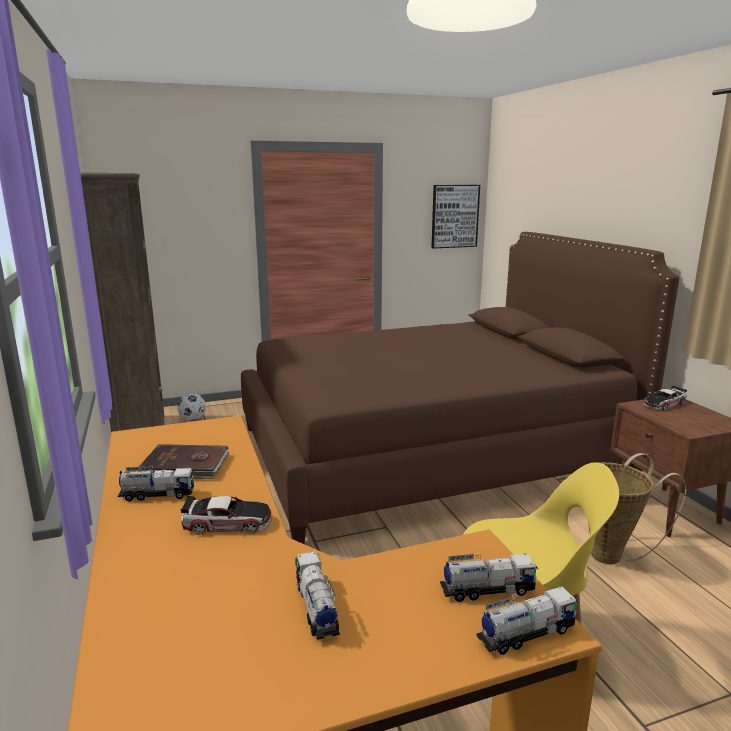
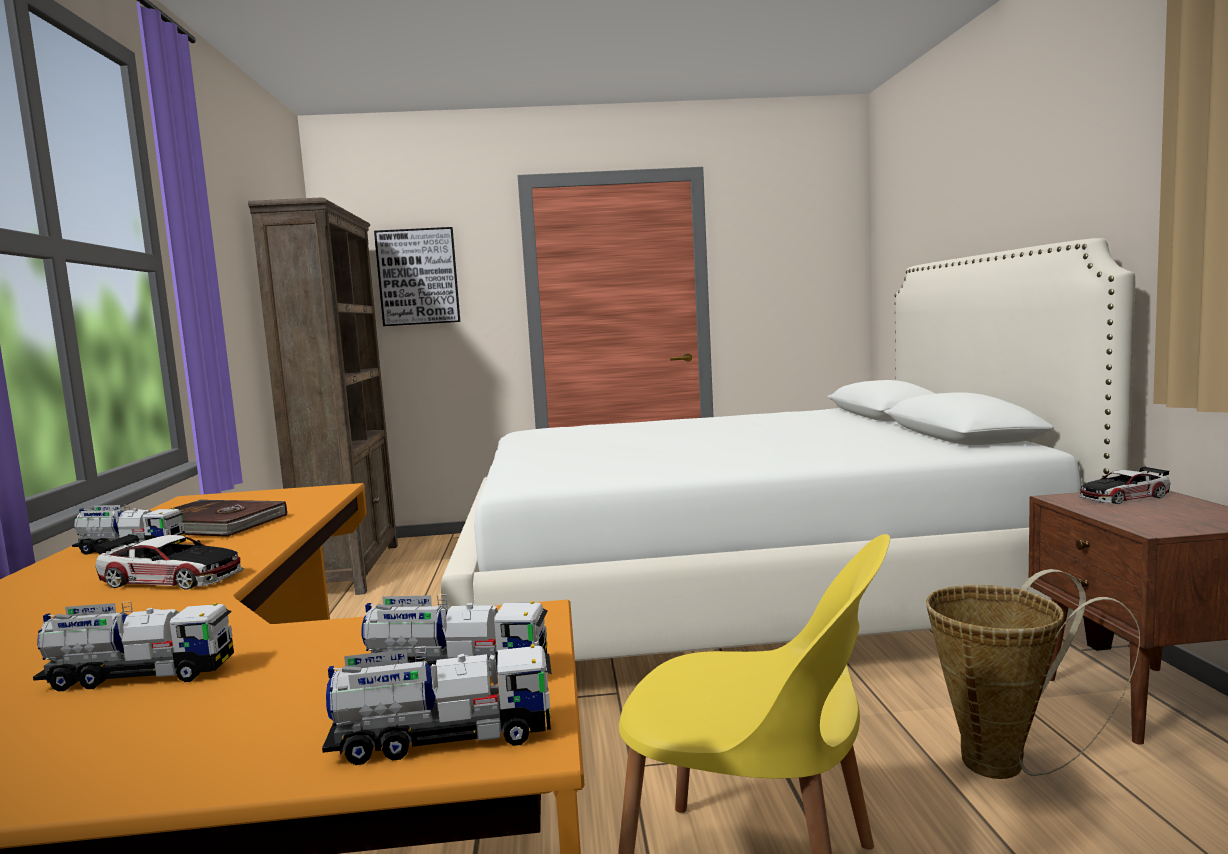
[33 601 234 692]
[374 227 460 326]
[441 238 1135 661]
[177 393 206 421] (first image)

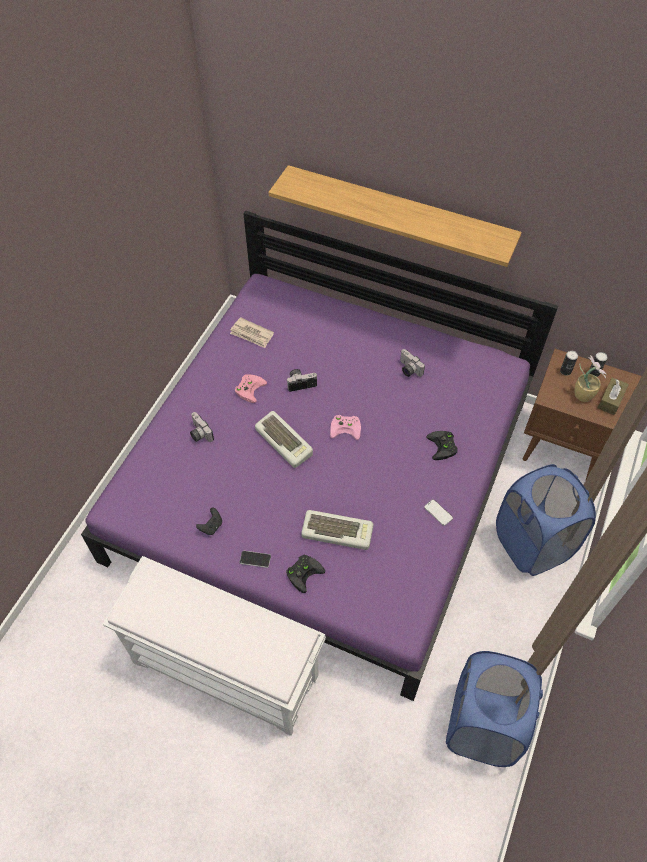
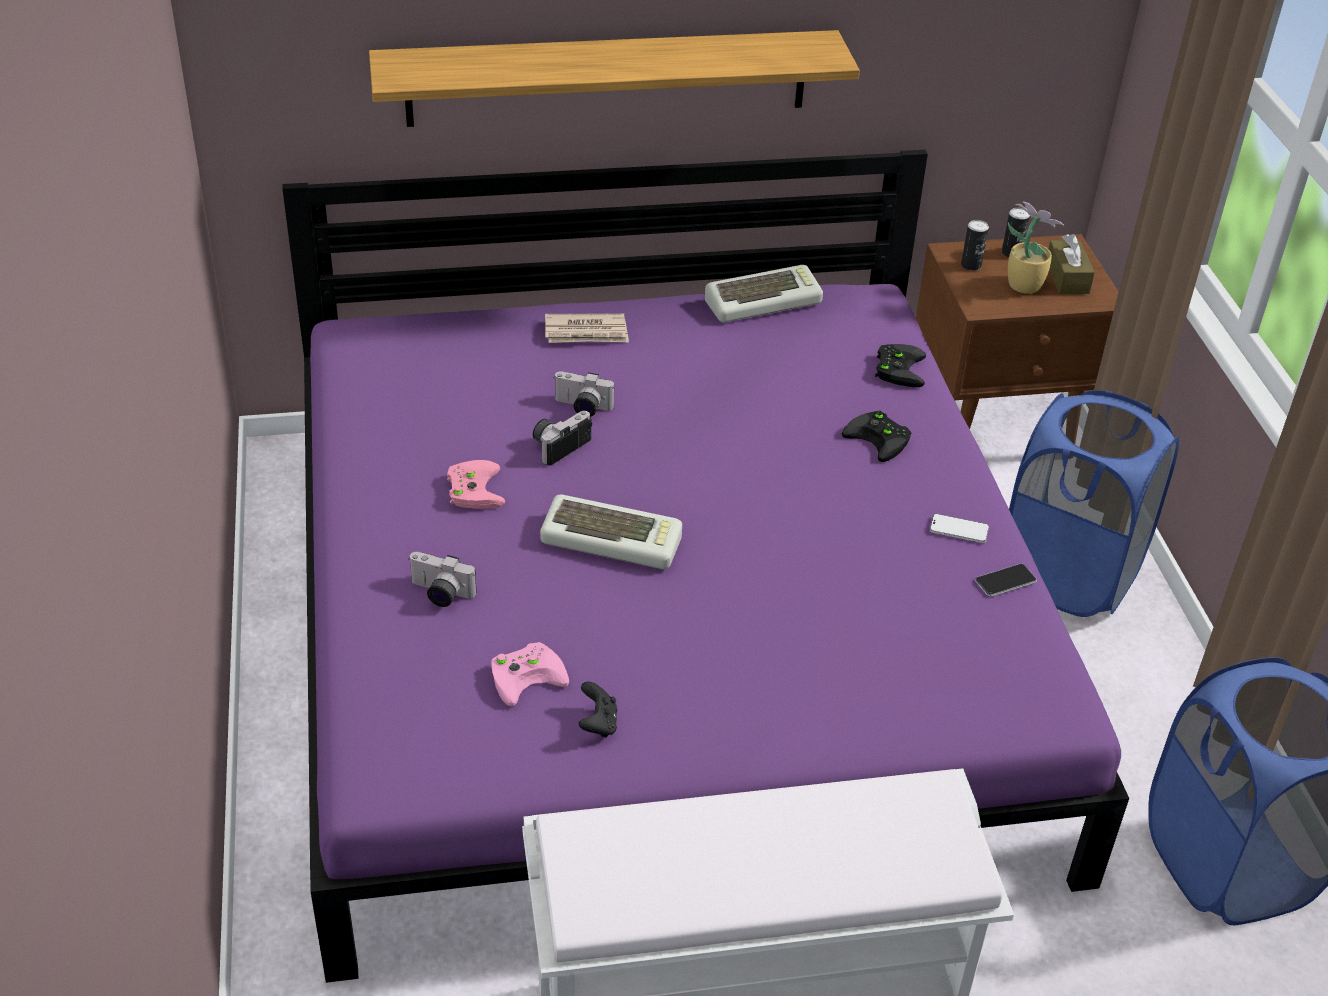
[492 642 569 707]
[545 313 629 343]
[553 371 614 417]
[705 265 823 323]
[875 344 926 387]
[975 564 1037 597]

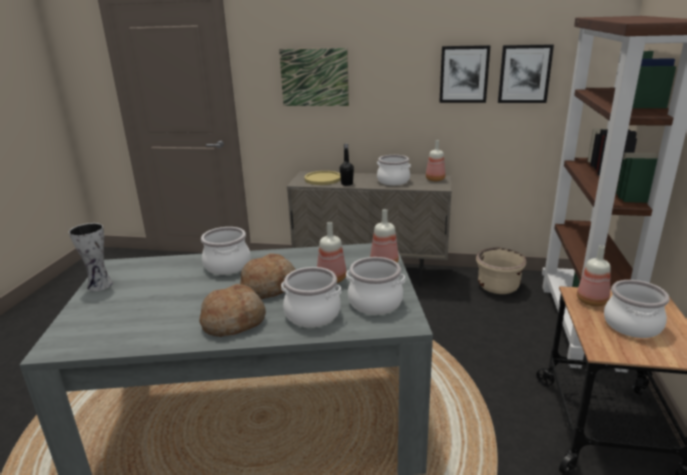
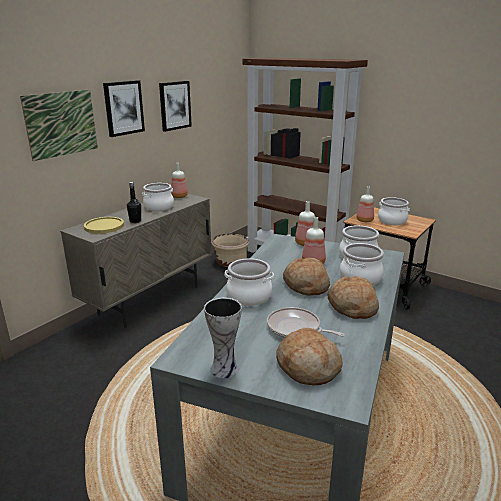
[103 80 145 137]
[267 307 345 338]
[276 328 343 385]

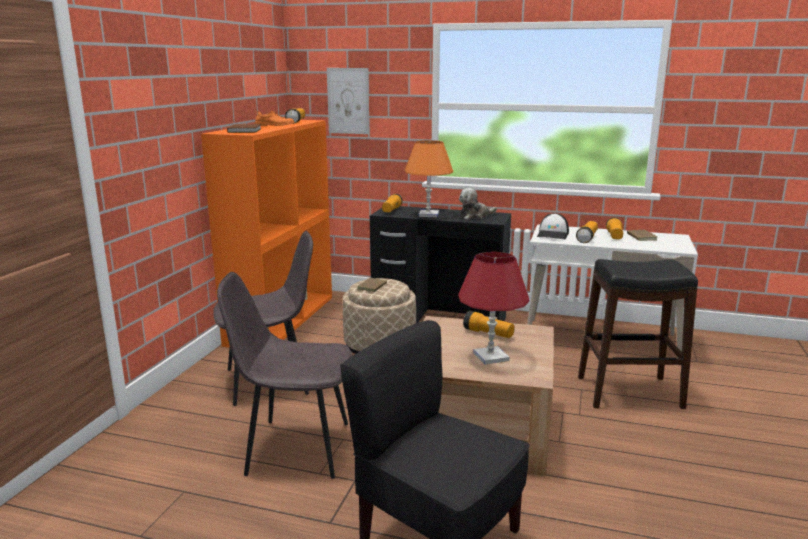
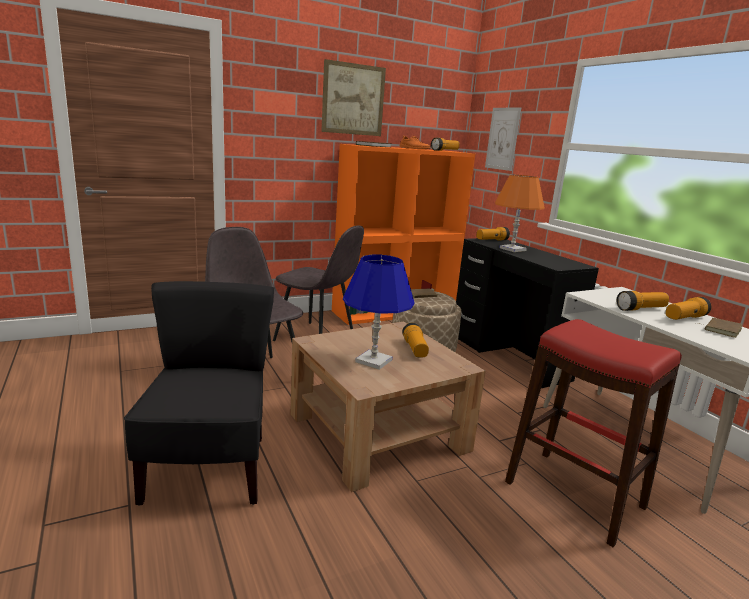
[321 59 386 136]
[343 255 414 370]
[505 319 682 547]
[459 188 497 220] (first image)
[537 213 569 239] (first image)

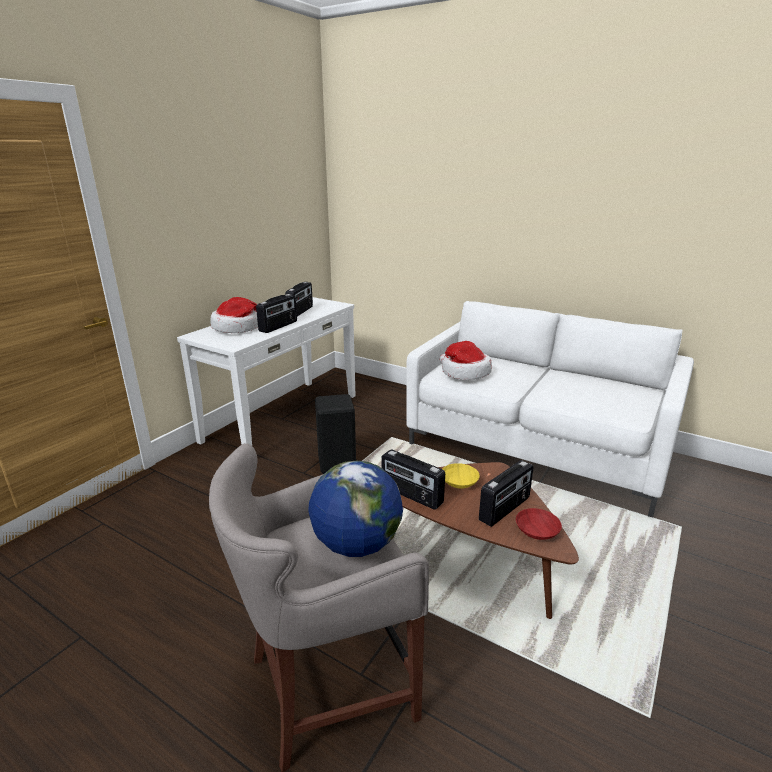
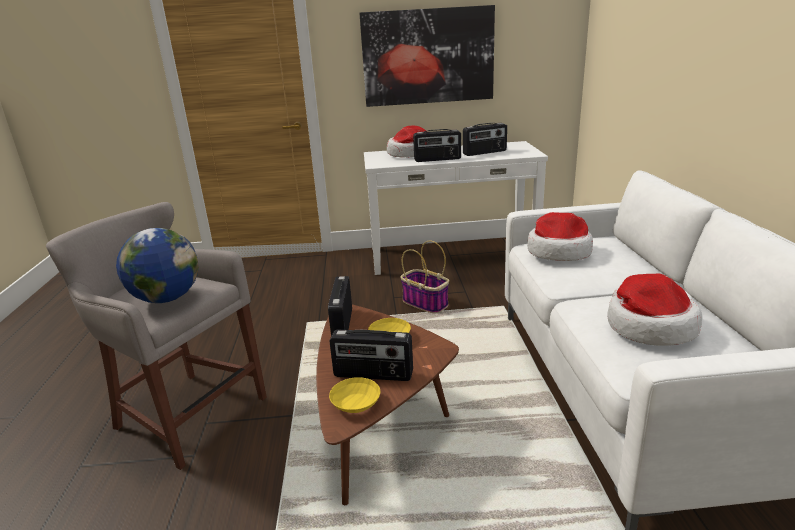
[329 377 380 413]
[359 5 495 107]
[400 240 449 313]
[607 274 702 346]

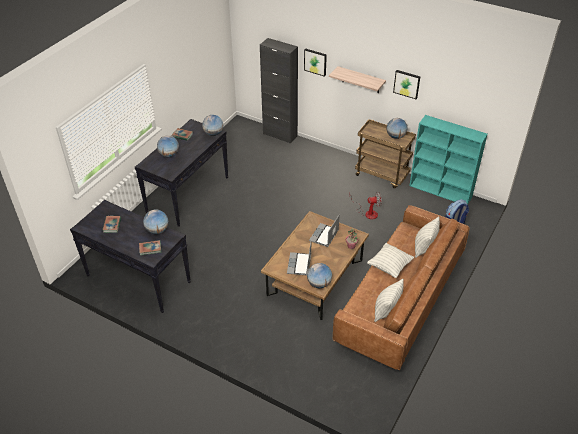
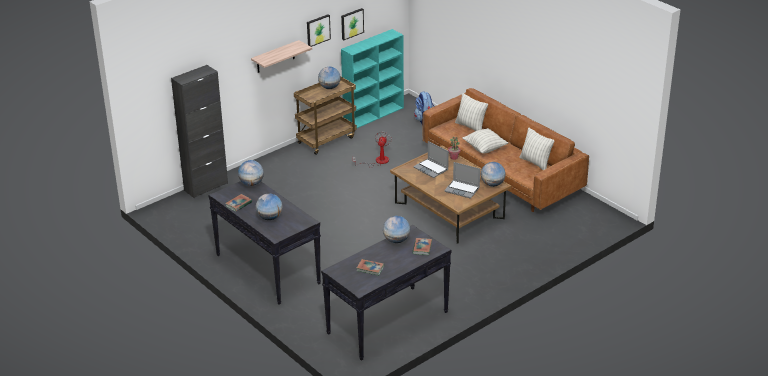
[341 8 364 40]

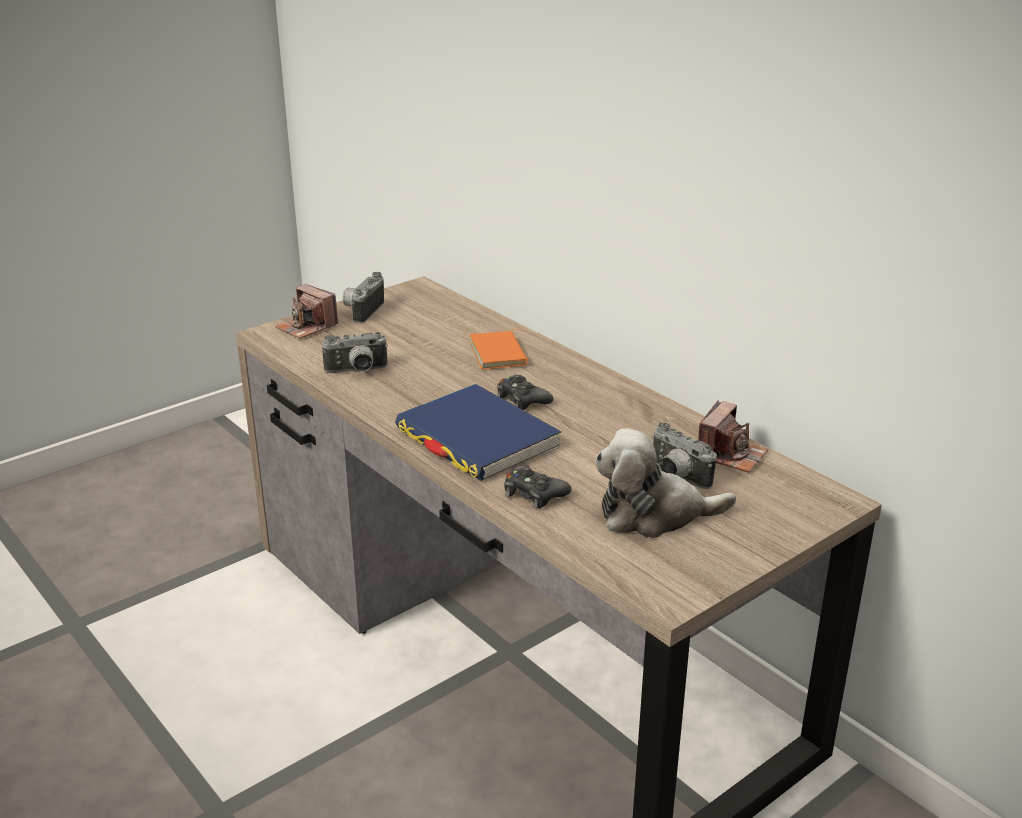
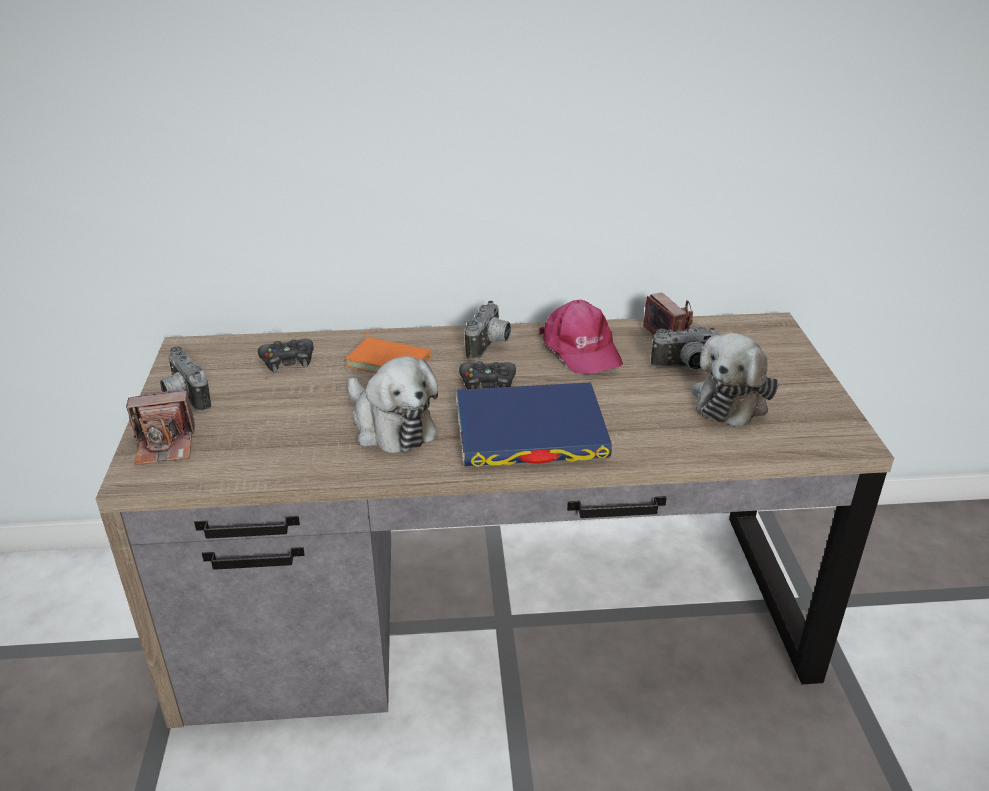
[258 339 314 372]
[348 356 438 453]
[465 301 511 360]
[539 300 623 374]

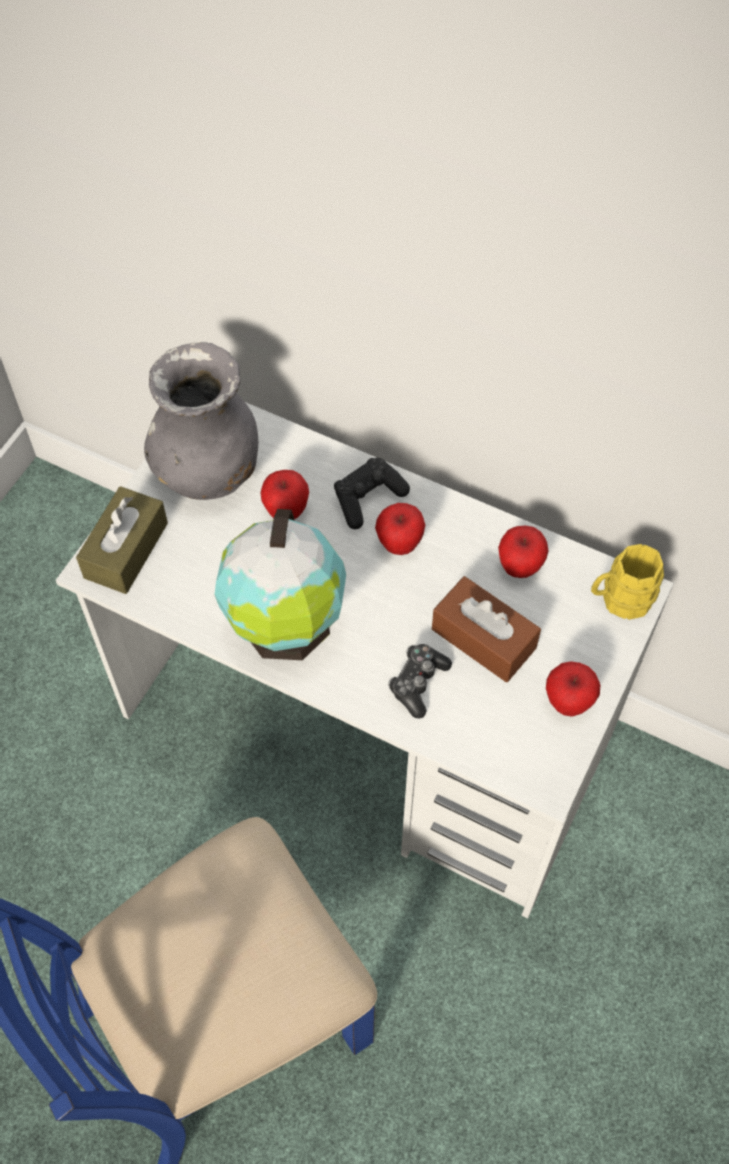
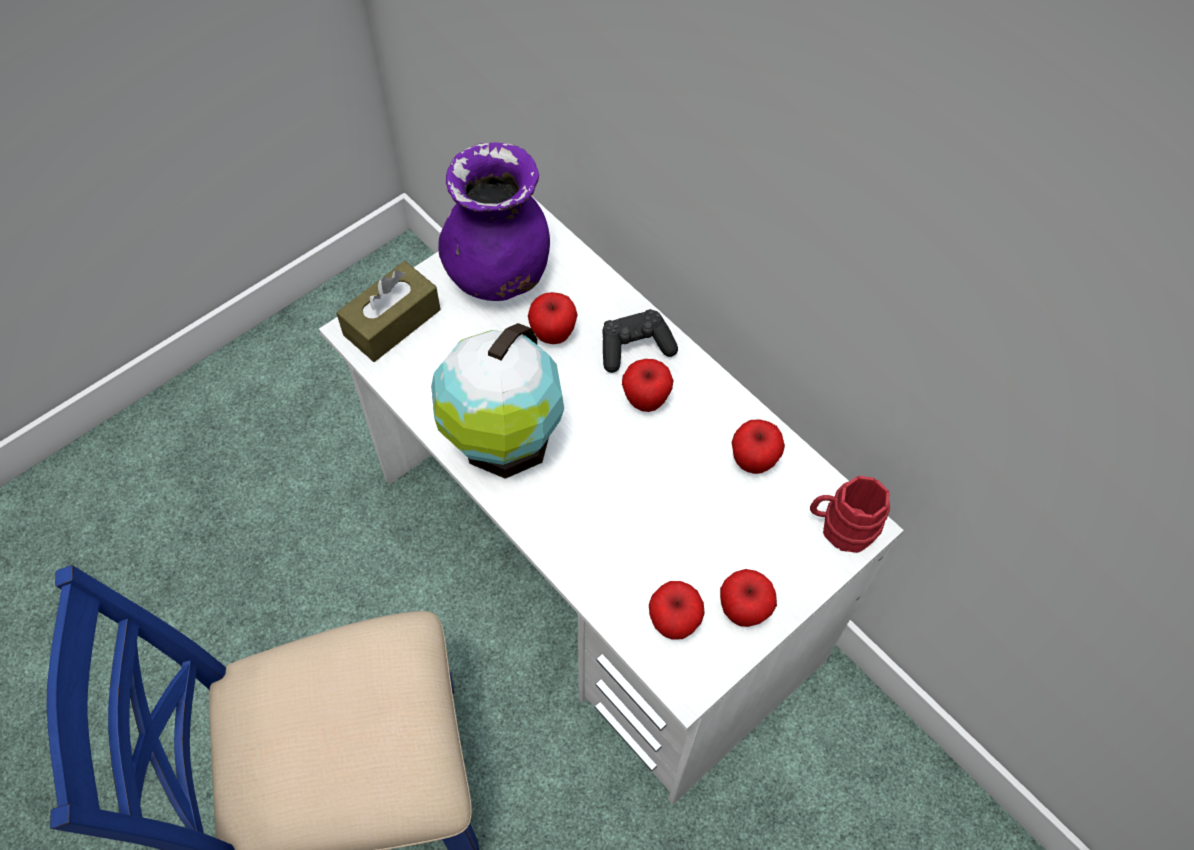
[438 142 550 301]
[649 581 705 640]
[810 476 890 553]
[388 644 452 718] (first image)
[432 576 541 682] (first image)

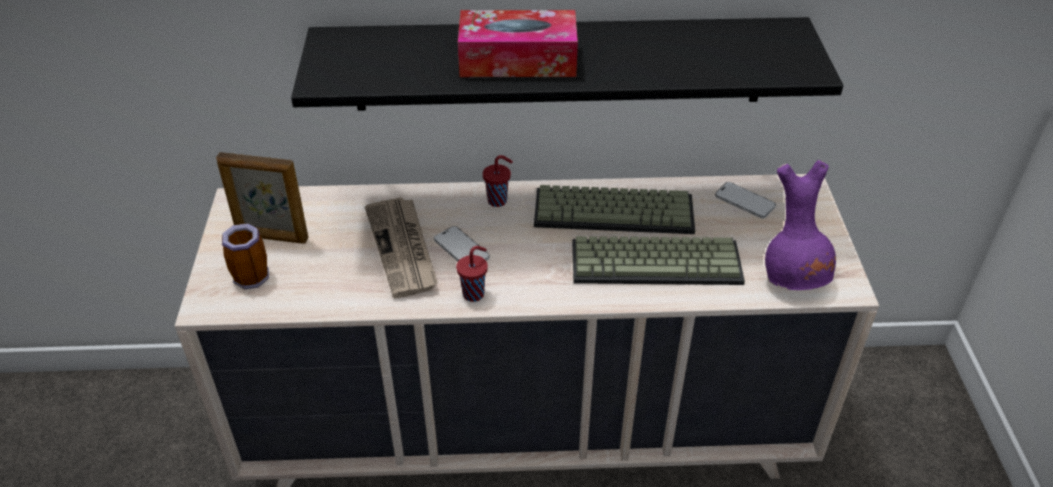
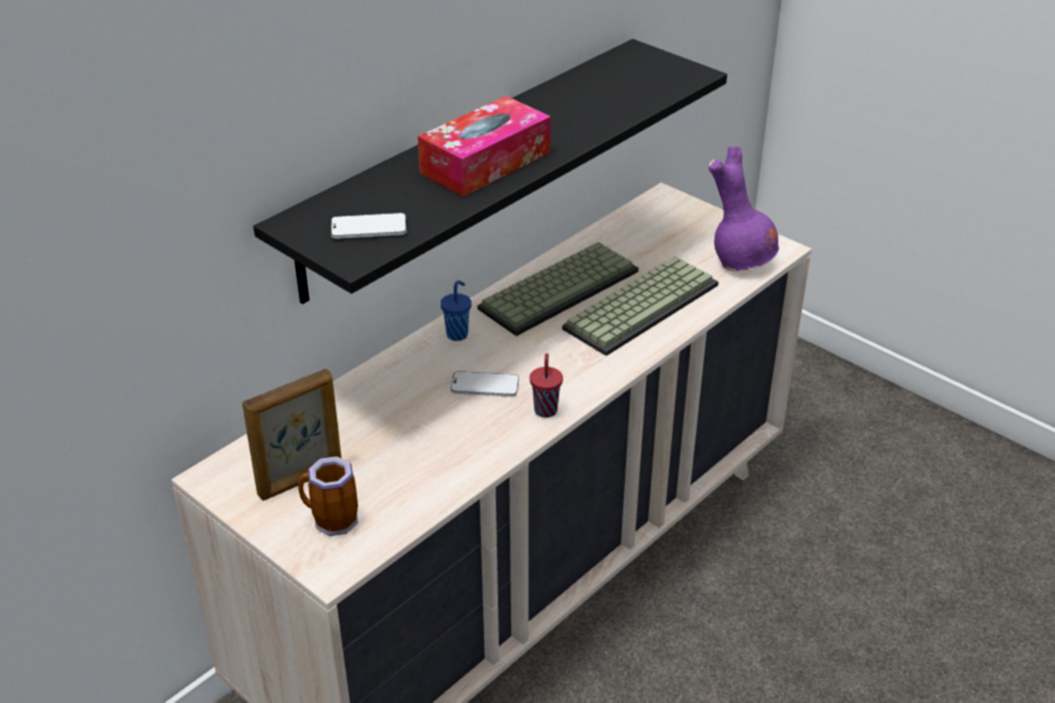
[331 213 407 239]
[440 280 472 341]
[365 197 438 298] (first image)

